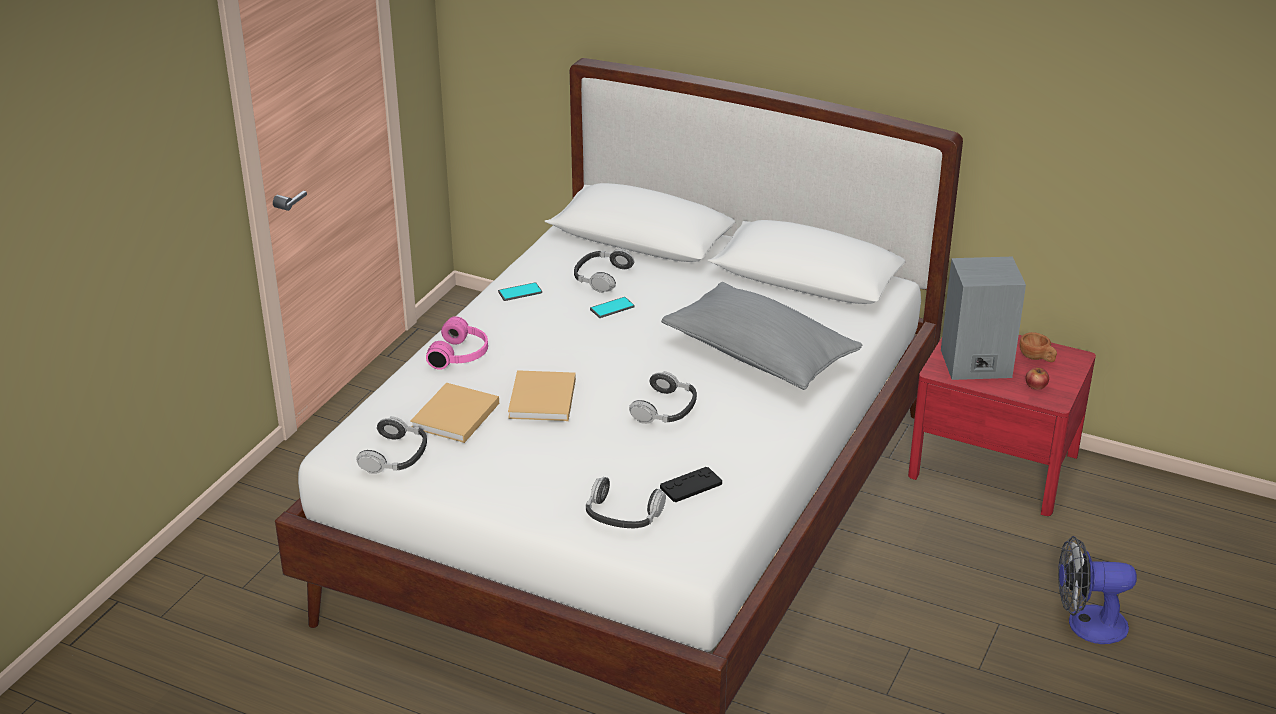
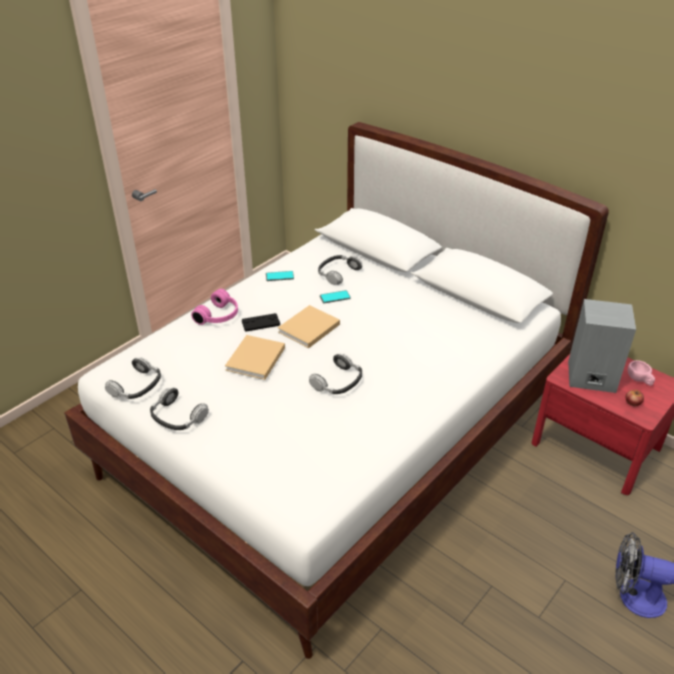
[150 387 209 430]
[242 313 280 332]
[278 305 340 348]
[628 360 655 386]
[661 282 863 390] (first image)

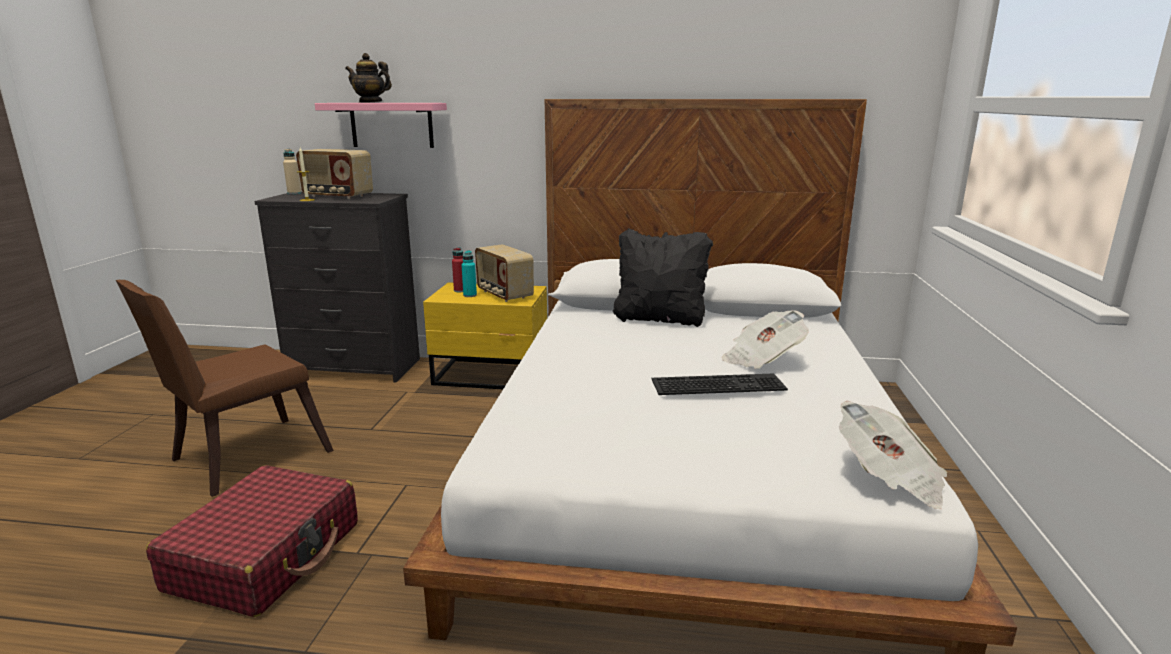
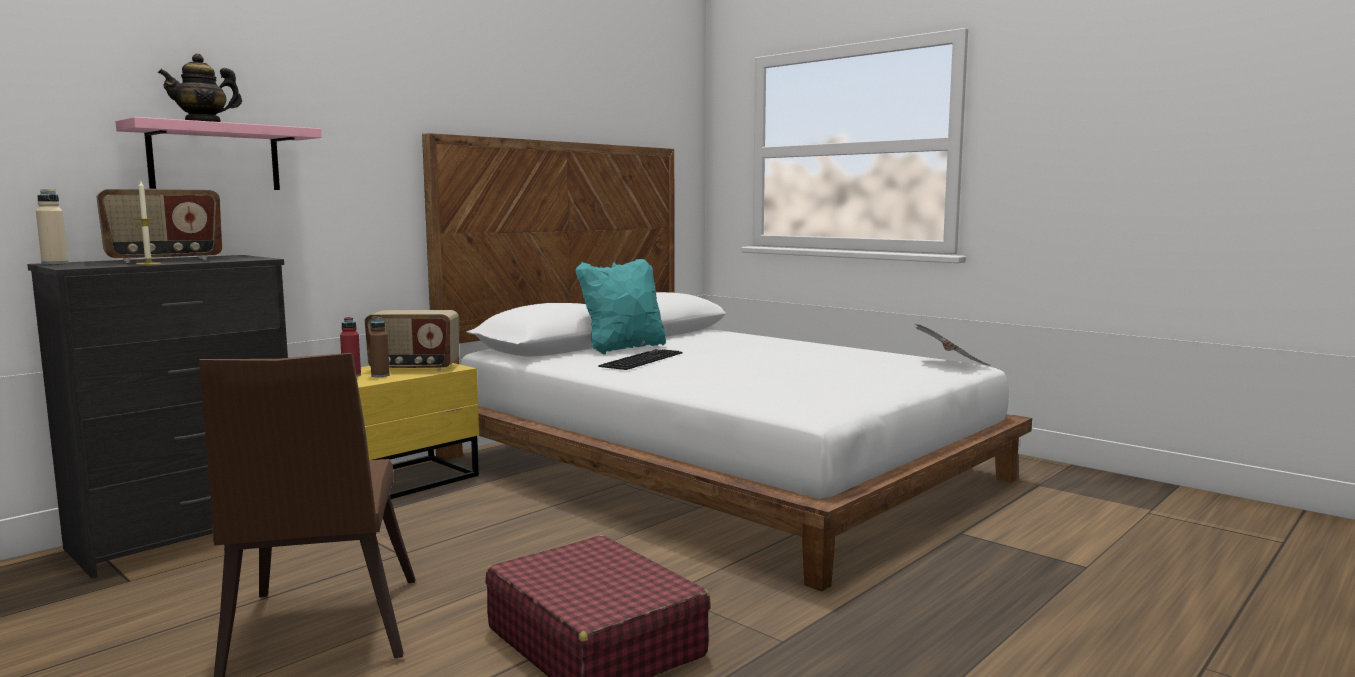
[369 317 390 377]
[575 259 666 355]
[598 349 682 370]
[722 310 809 369] (first image)

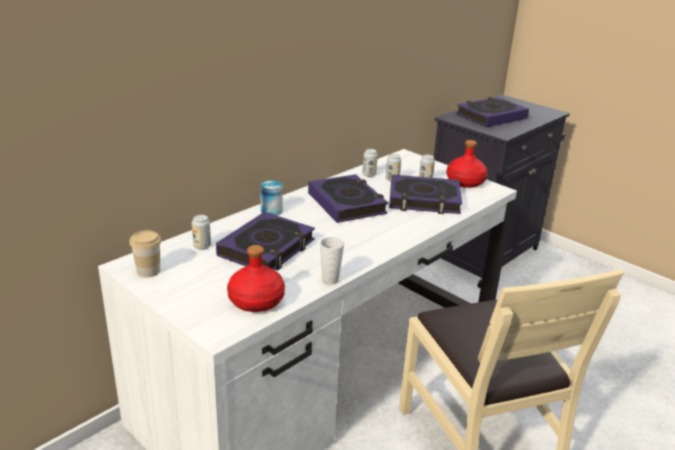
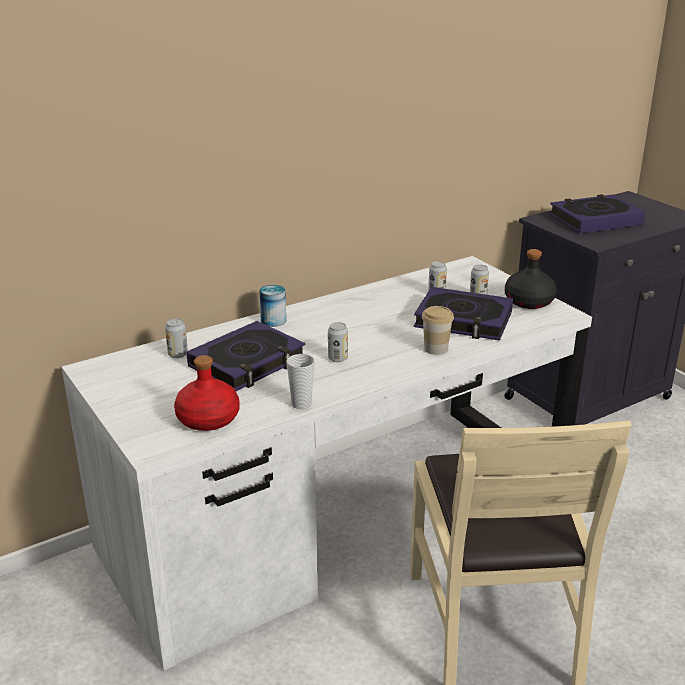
[328 322 348 362]
[422 306 454 355]
[505 249 557 309]
[308 174 388 223] (first image)

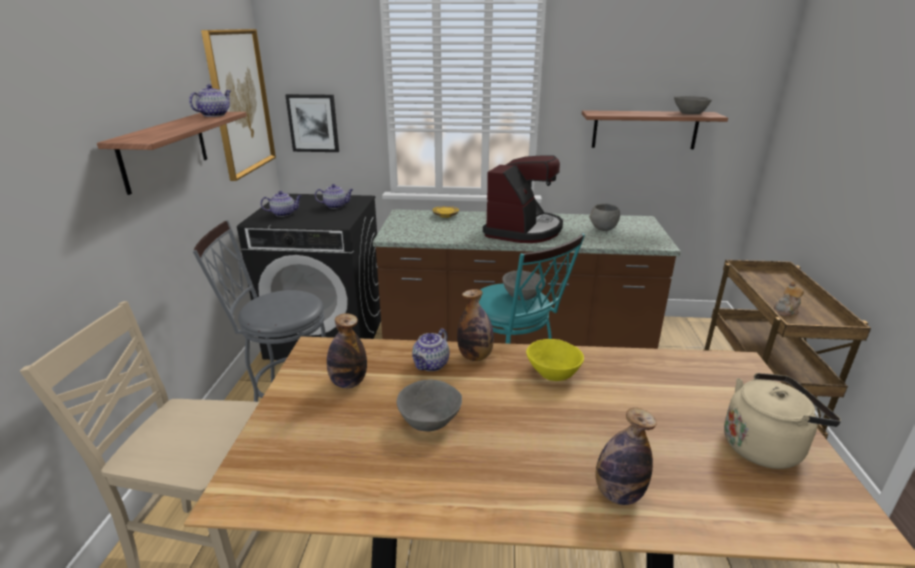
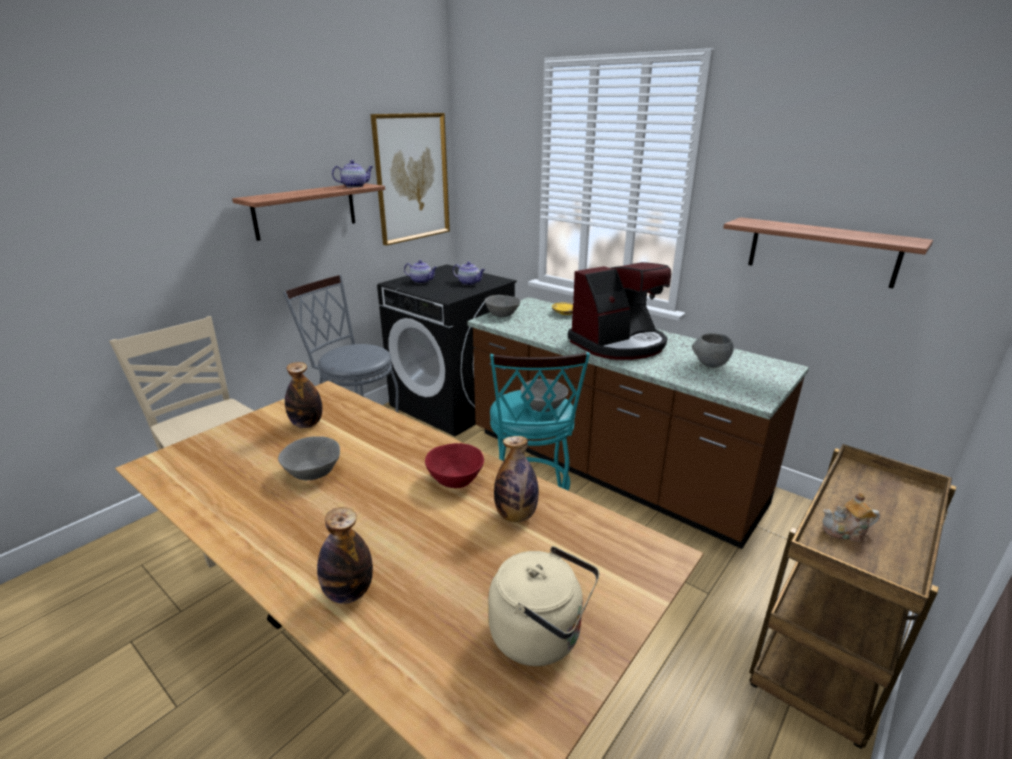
[425 443 484 488]
[485 295 520 317]
[494 436 539 522]
[285 94 339 152] (first image)
[412 328 450 371] (first image)

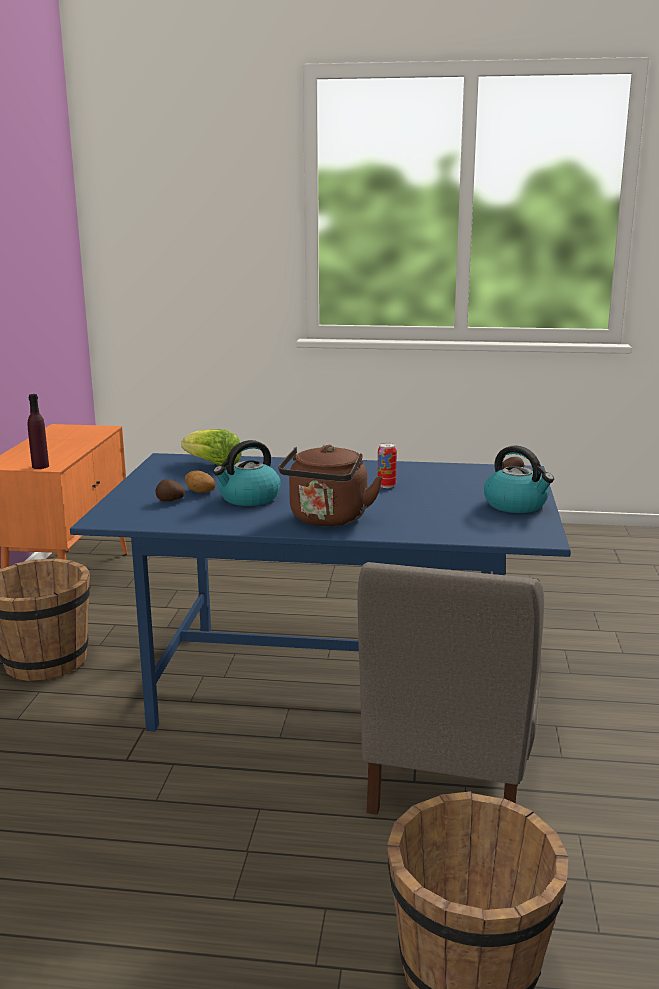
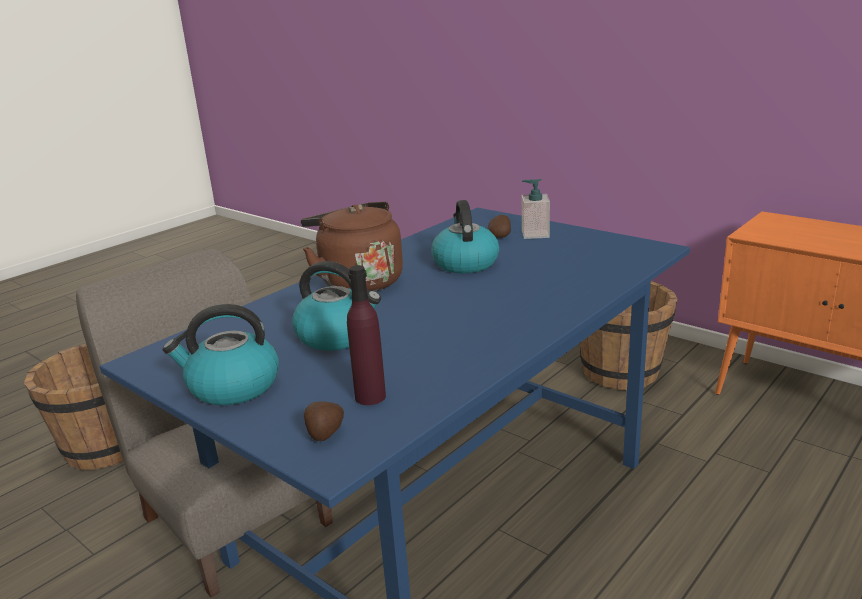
[292 261 381 351]
[347 265 386 405]
[522 179 550 239]
[181 429 242 468] (first image)
[185 471 216 493] (first image)
[377 443 397 488] (first image)

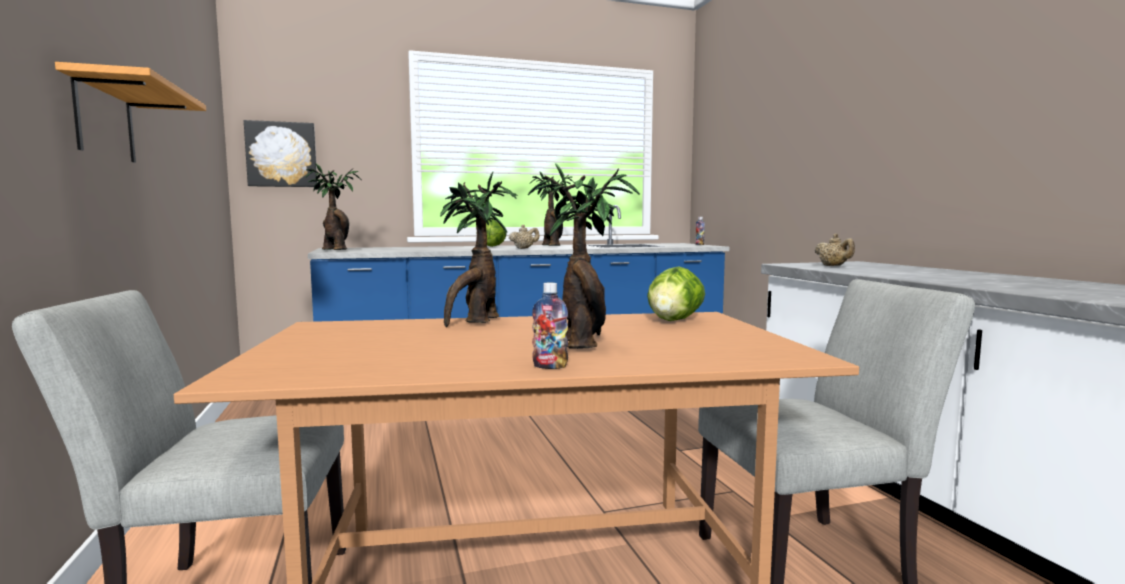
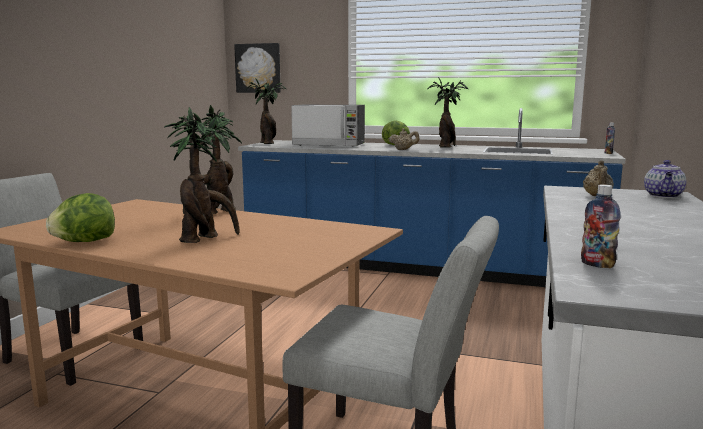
[46 193 115 242]
[291 105 365 147]
[581 184 621 268]
[644 160 686 198]
[55 62 206 163] (first image)

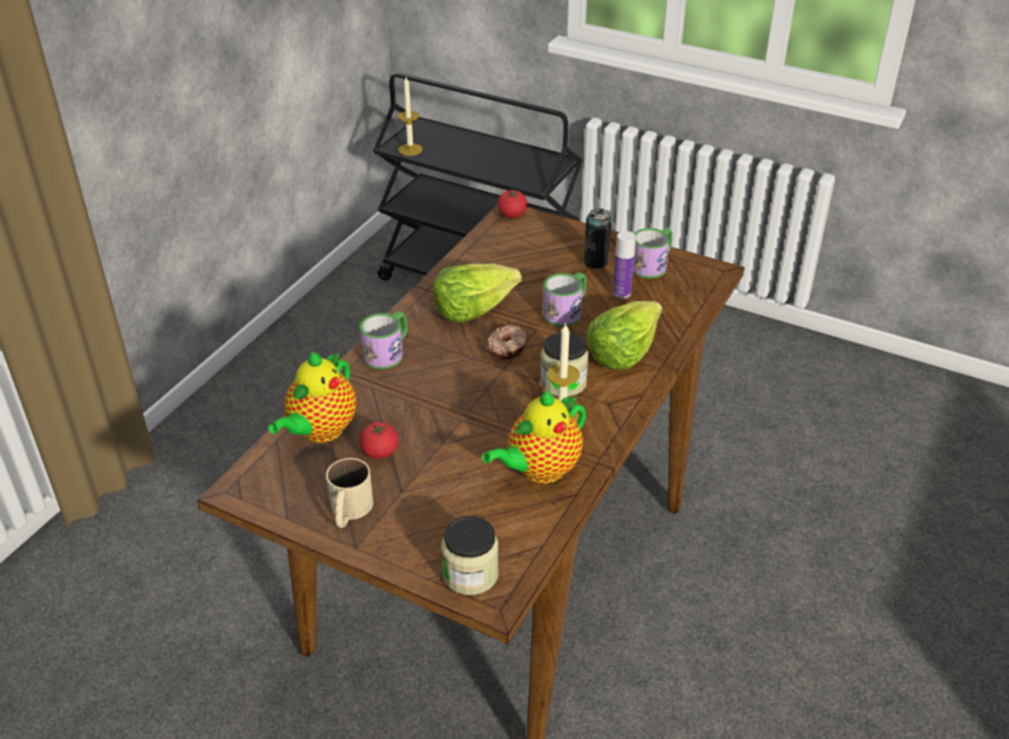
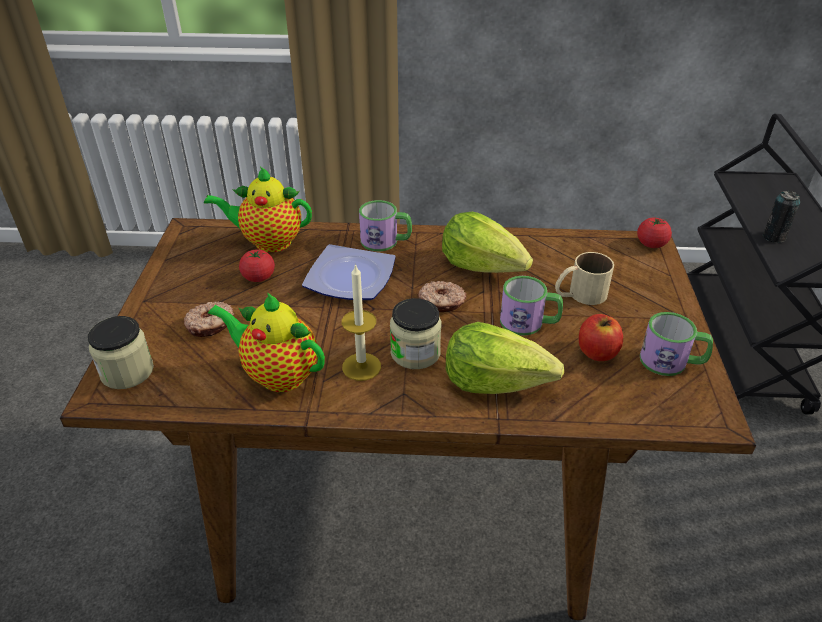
[184 301 234 337]
[302 244 396 300]
[555 252 614 305]
[579 314 623 361]
[763 190 800 243]
[398 77 423 156] (first image)

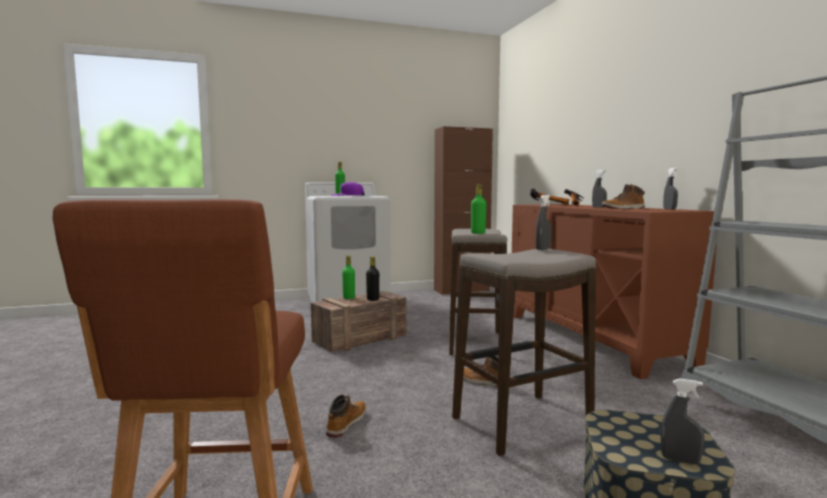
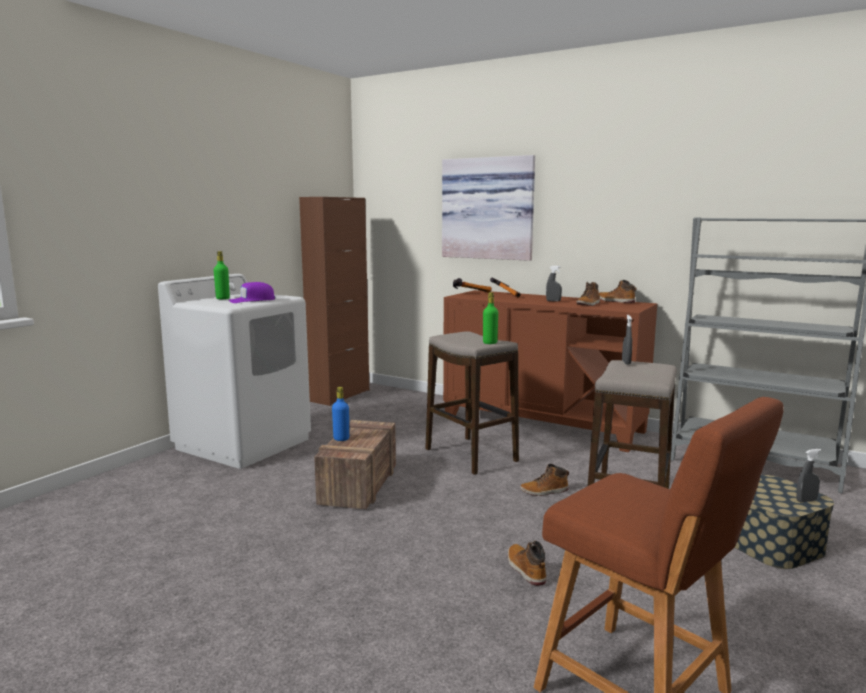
[332 387 349 441]
[442 155 535 261]
[599 280 637 303]
[366 256 379 301] (first image)

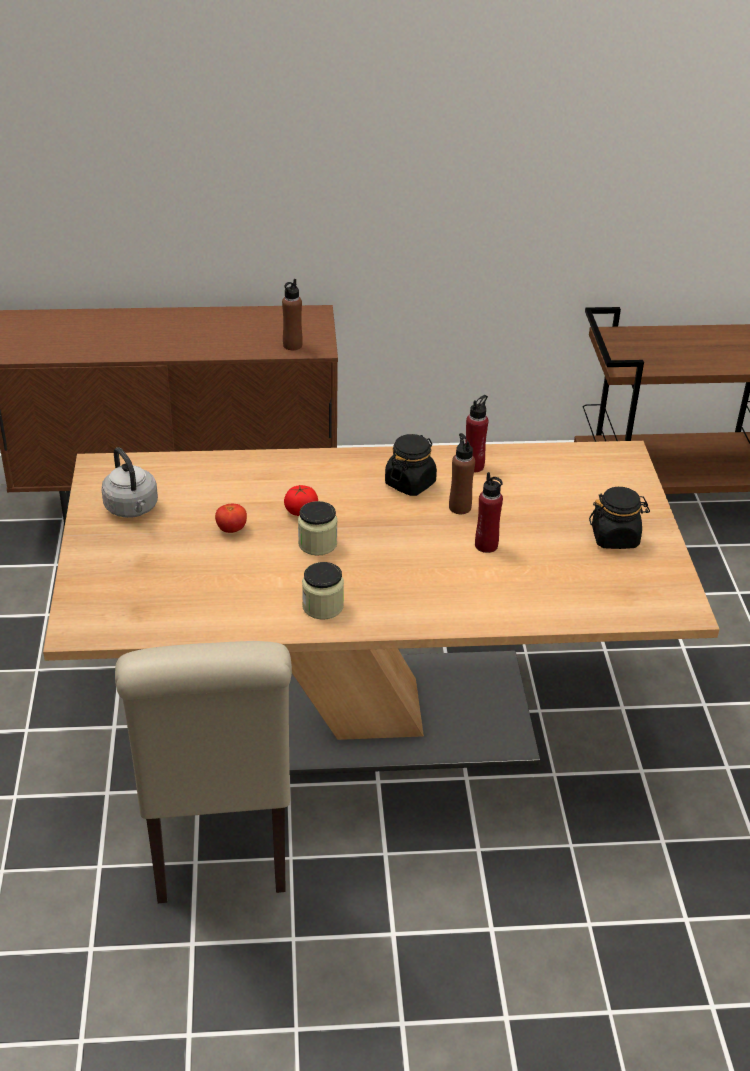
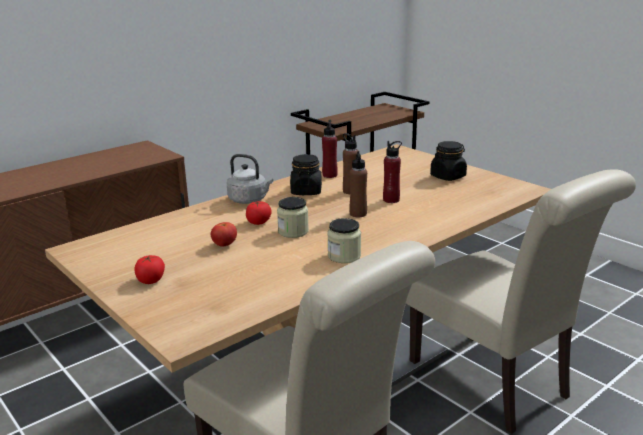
[134 255 165 284]
[227 154 273 204]
[349 151 367 217]
[406 169 636 434]

